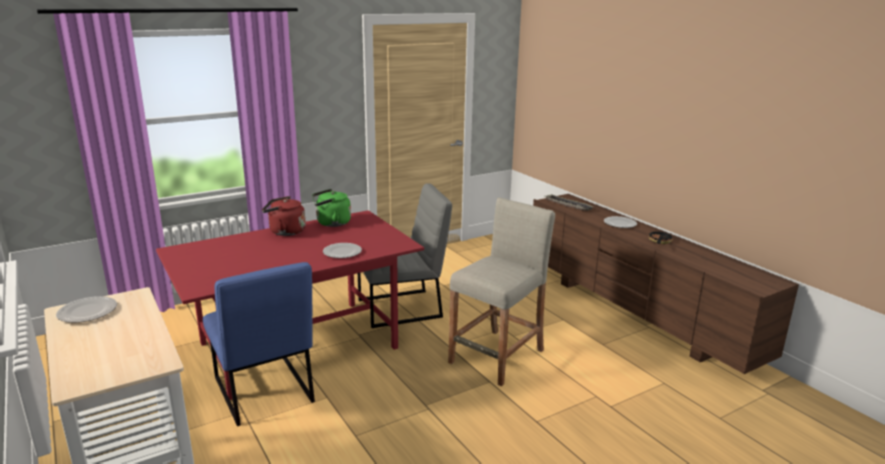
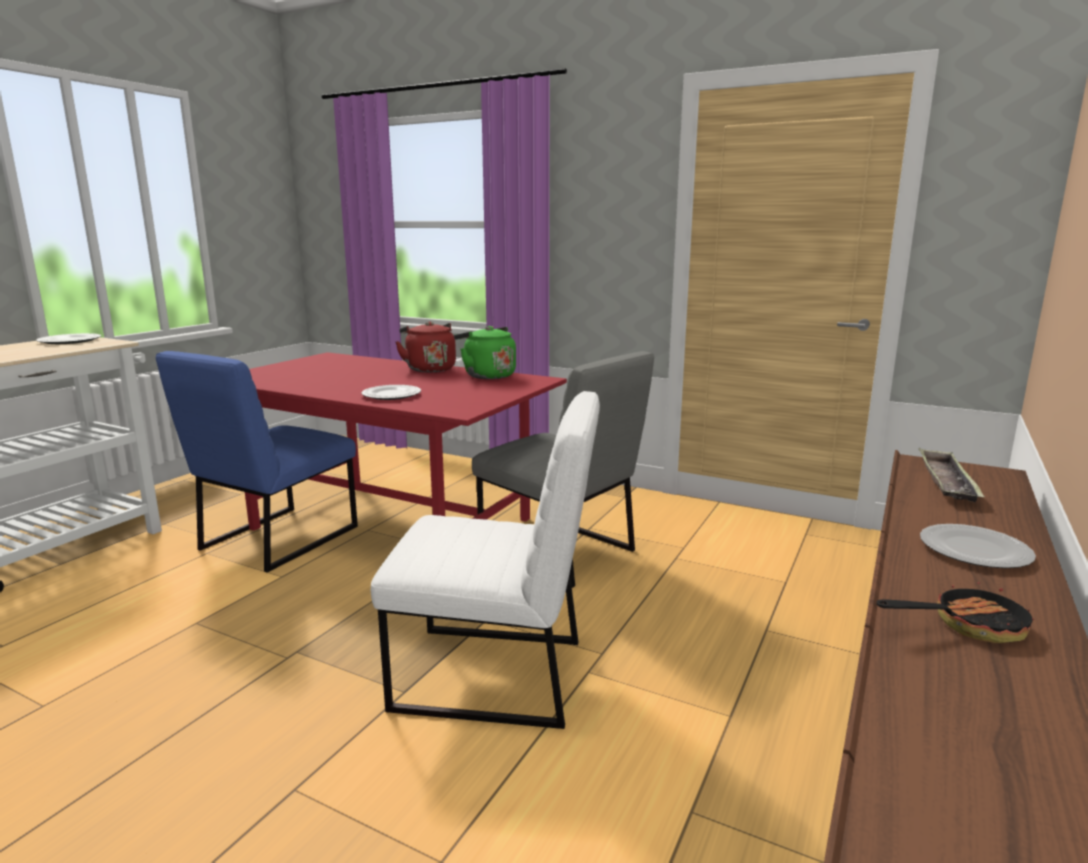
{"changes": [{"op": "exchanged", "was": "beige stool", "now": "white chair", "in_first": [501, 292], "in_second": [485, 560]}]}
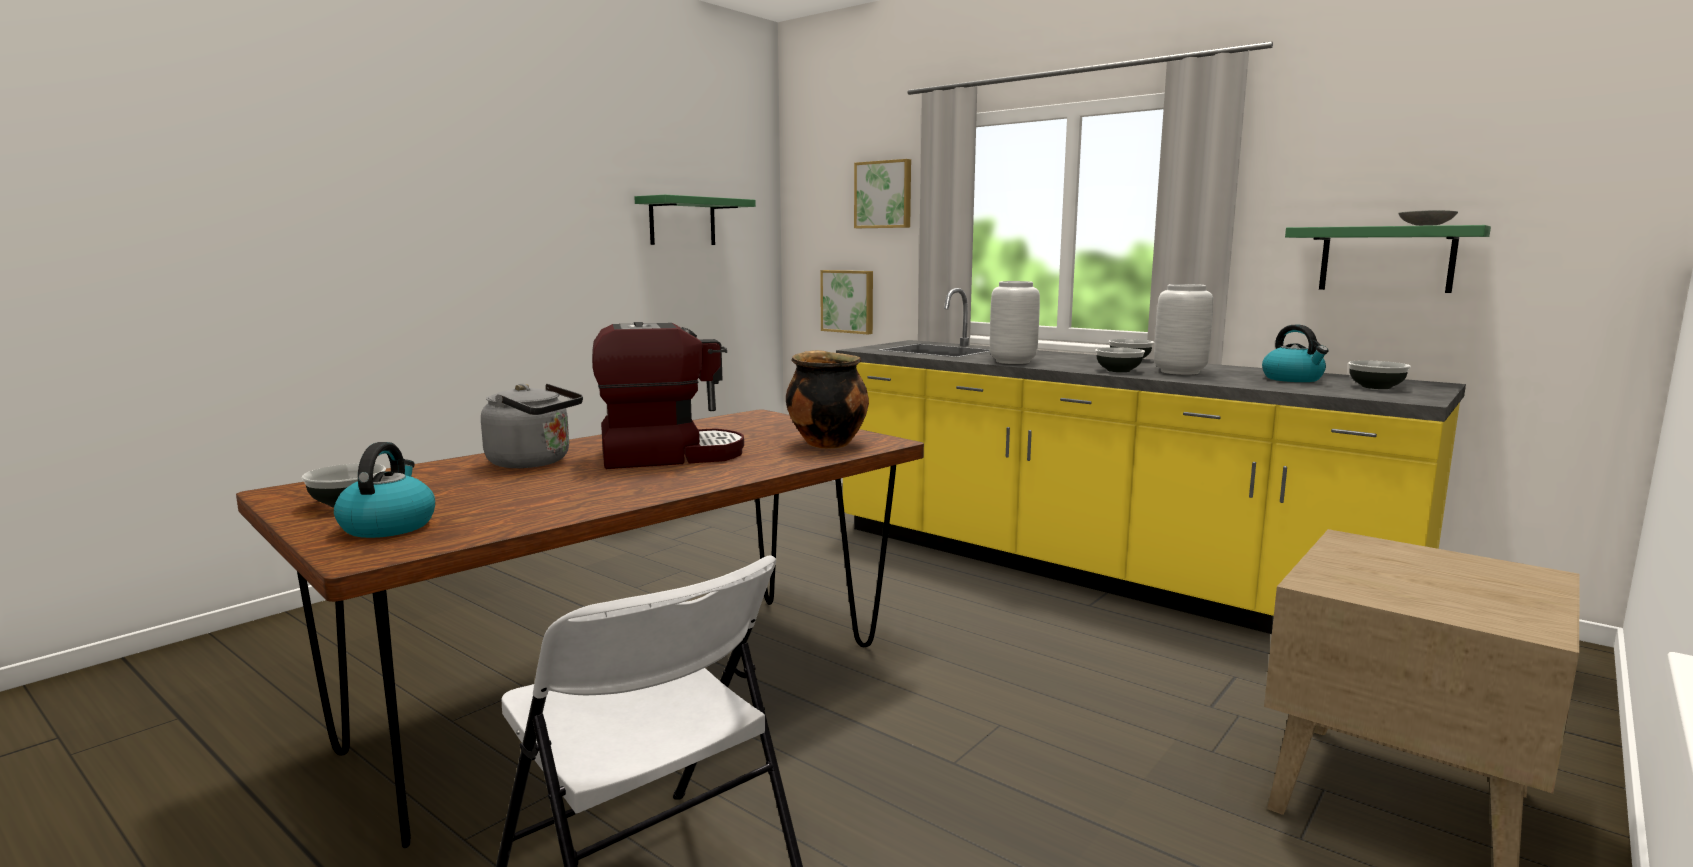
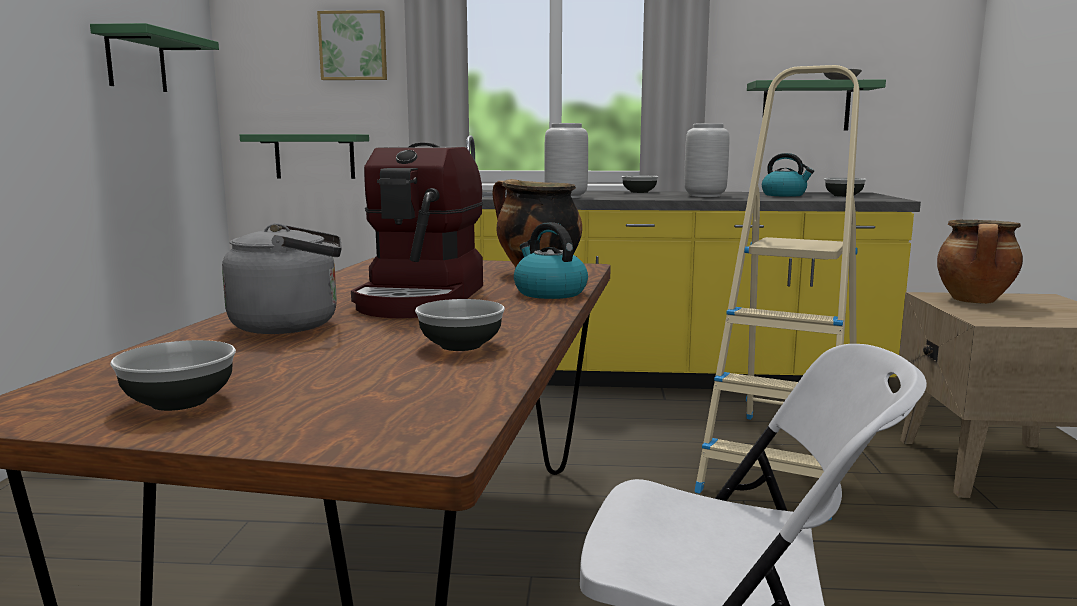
{"changes": [{"op": "exchanged", "was": "picture", "now": "green shelf", "in_first": [846, 302], "in_second": [304, 156]}, {"op": "spun", "was": "coffee machine", "in_first": [668, 395], "in_second": [417, 230], "clockwise": 150}, {"op": "relocated", "was": "bowl", "in_first": [1120, 359], "in_second": [460, 325]}, {"op": "relocated", "was": "kettle", "in_first": [384, 490], "in_second": [551, 260]}, {"op": "appeared", "now": "beige step ladder", "in_second": [777, 292]}, {"op": "appeared", "now": "cooking pot", "in_second": [980, 262]}]}
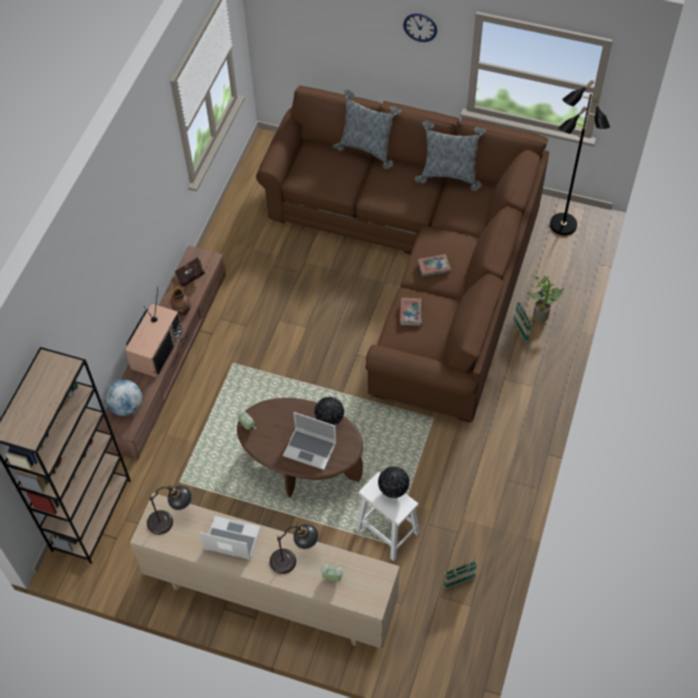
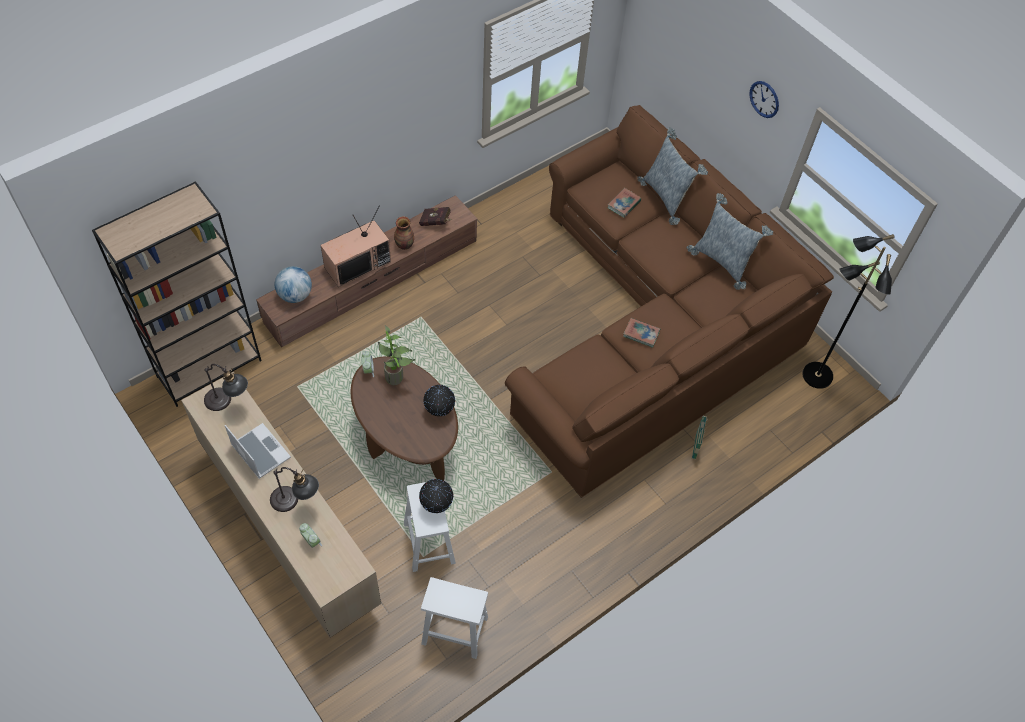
{"changes": [{"op": "relocated", "was": "potted plant", "in_first": [545, 298], "in_second": [397, 355]}, {"op": "relocated", "was": "book", "in_first": [411, 312], "in_second": [624, 203]}, {"op": "missing", "was": "laptop", "in_first": [309, 441]}, {"op": "exchanged", "was": "basket", "now": "white stool", "in_first": [460, 574], "in_second": [454, 618]}]}
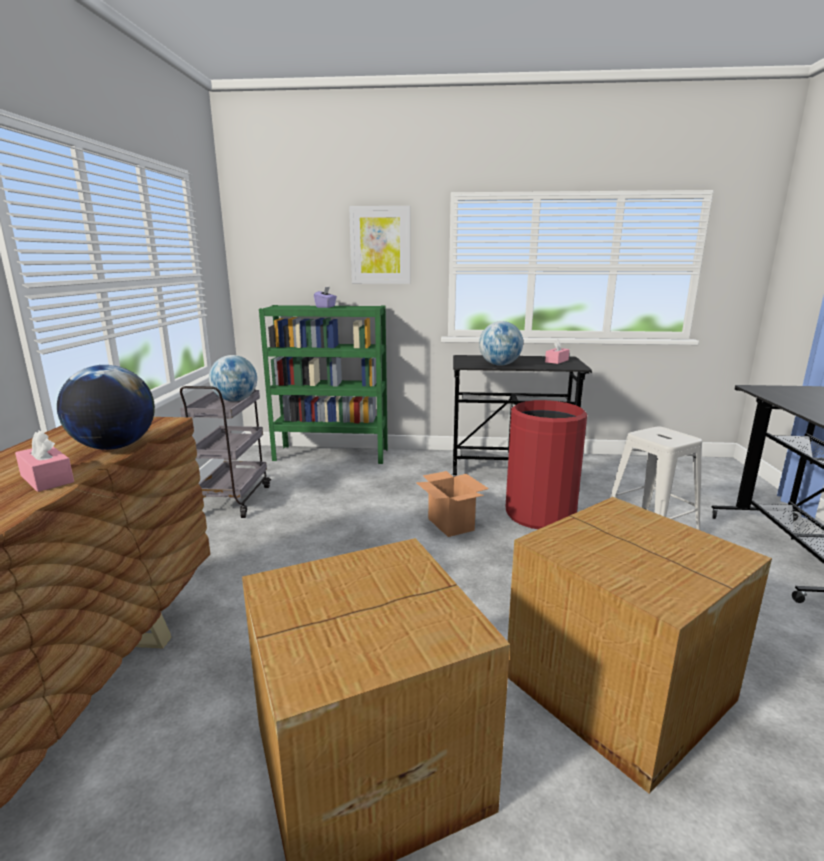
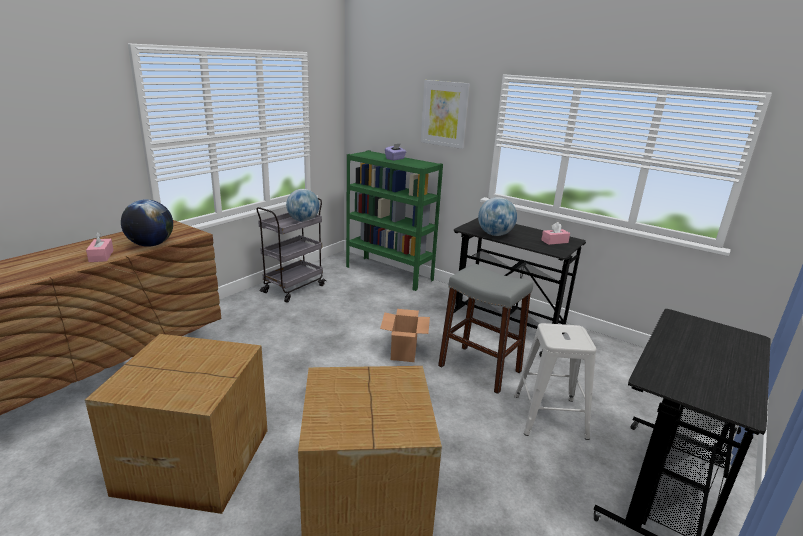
{"changes": [{"op": "exchanged", "was": "red trash can", "now": "grey stool", "in_first": [546, 464], "in_second": [485, 329]}]}
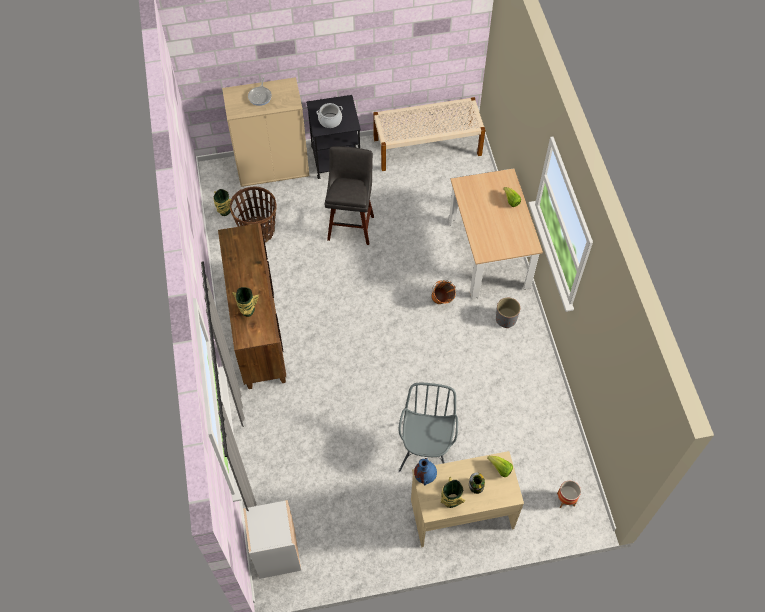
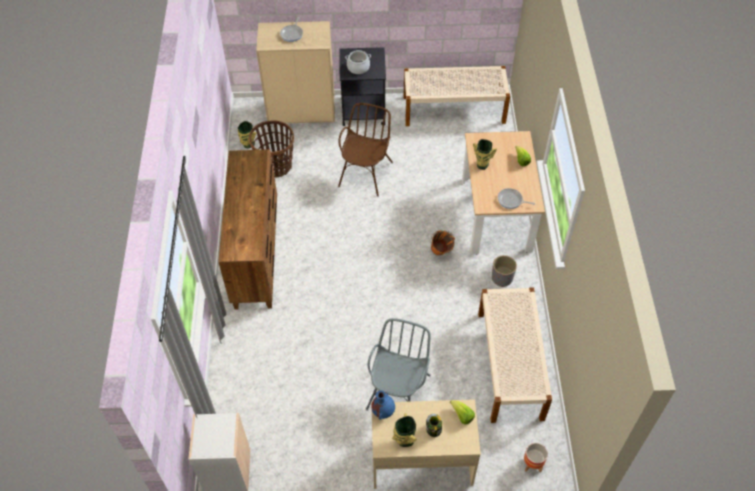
{"changes": [{"op": "exchanged", "was": "grey stool", "now": "brown chair", "in_first": [349, 195], "in_second": [365, 150]}, {"op": "relocated", "was": "vase", "in_first": [245, 302], "in_second": [485, 154]}, {"op": "appeared", "now": "frying pan", "in_second": [516, 198]}, {"op": "appeared", "now": "beige bench", "in_second": [515, 355]}]}
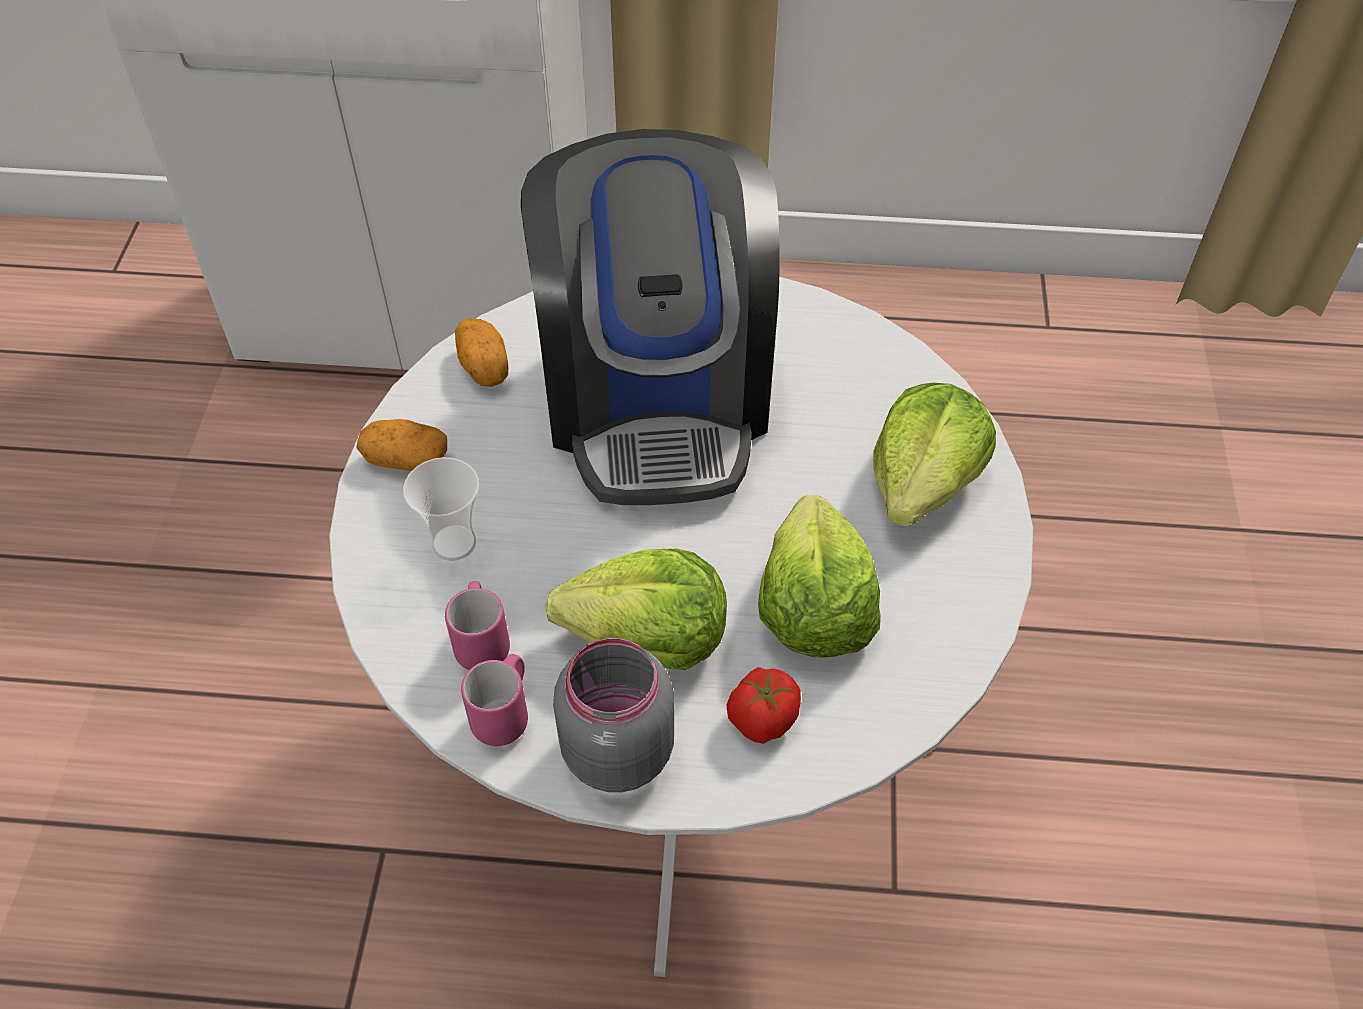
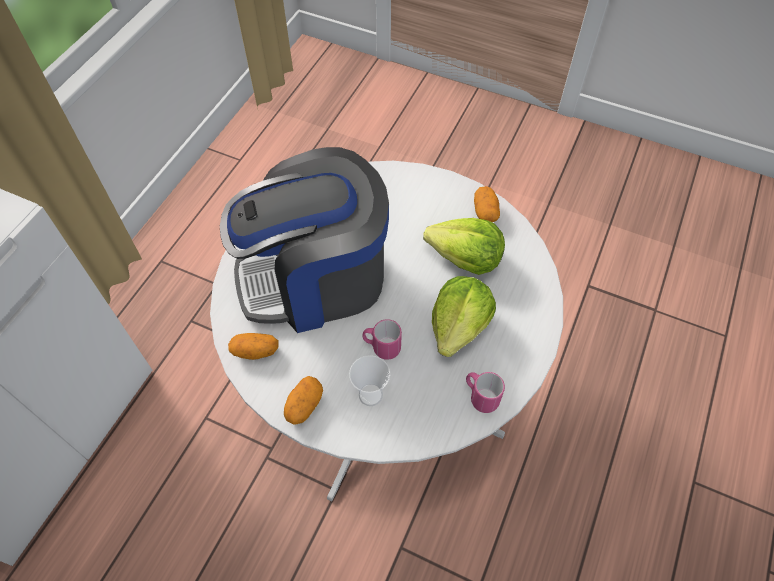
{"changes": [{"op": "spun", "was": "coffee machine", "in_first": [650, 317], "in_second": [304, 240], "clockwise": 150}, {"op": "missing", "was": "lettuce", "in_first": [934, 455]}, {"op": "relocated", "was": "pink mug", "in_first": [477, 625], "in_second": [382, 339]}, {"op": "missing", "was": "grey jar", "in_first": [613, 715]}, {"op": "missing", "was": "tomato", "in_first": [764, 705]}, {"op": "appeared", "now": "potato", "in_second": [487, 204]}]}
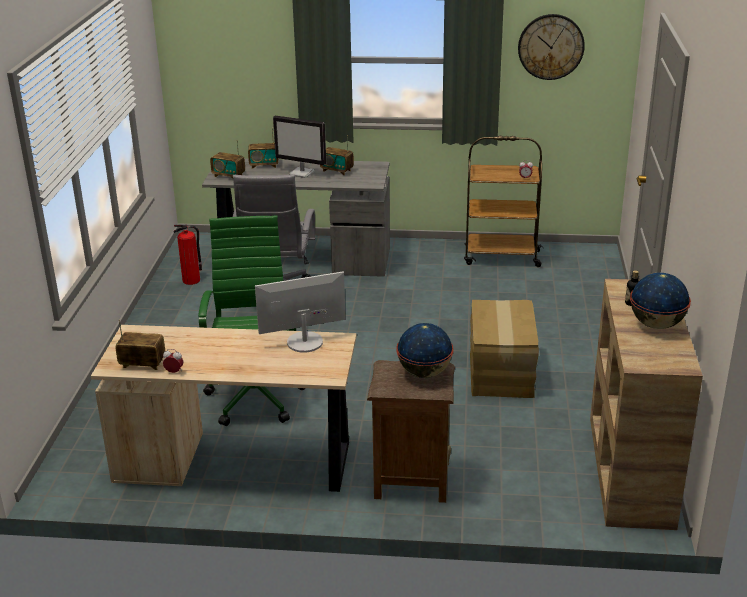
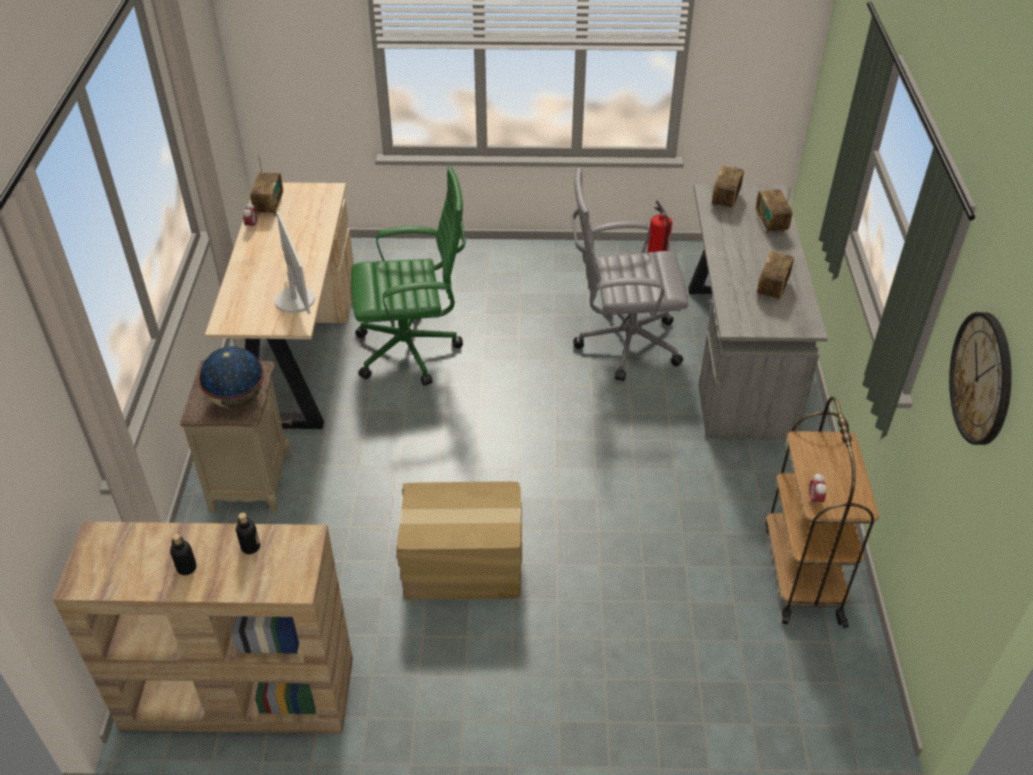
{"changes": [{"op": "missing", "was": "monitor", "in_first": [299, 147]}, {"op": "exchanged", "was": "globe", "now": "bottle", "in_first": [660, 301], "in_second": [183, 554]}]}
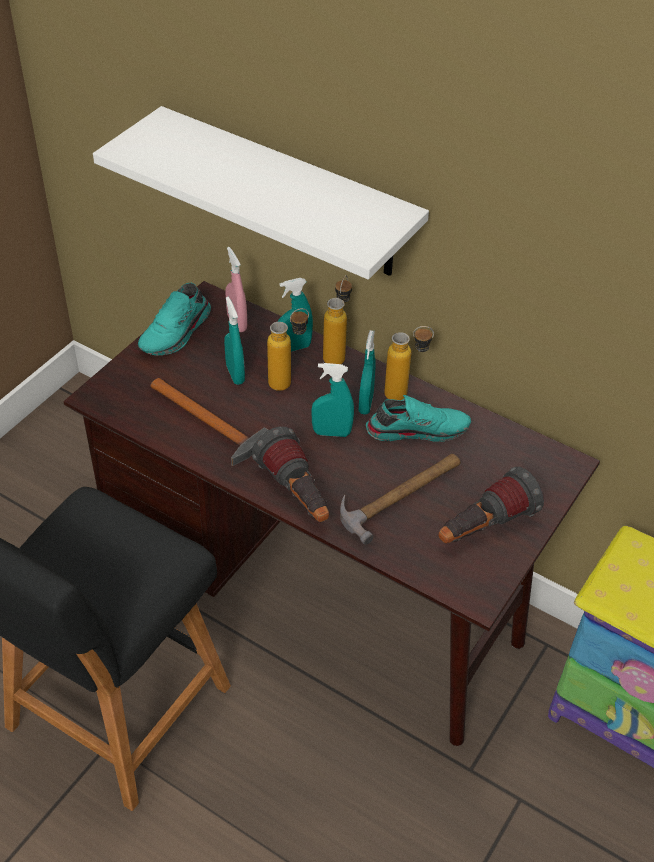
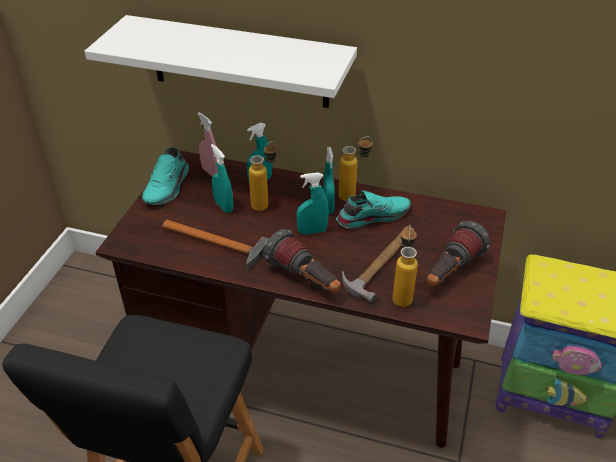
{"changes": [{"op": "relocated", "was": "bottle", "in_first": [337, 319], "in_second": [405, 266]}]}
